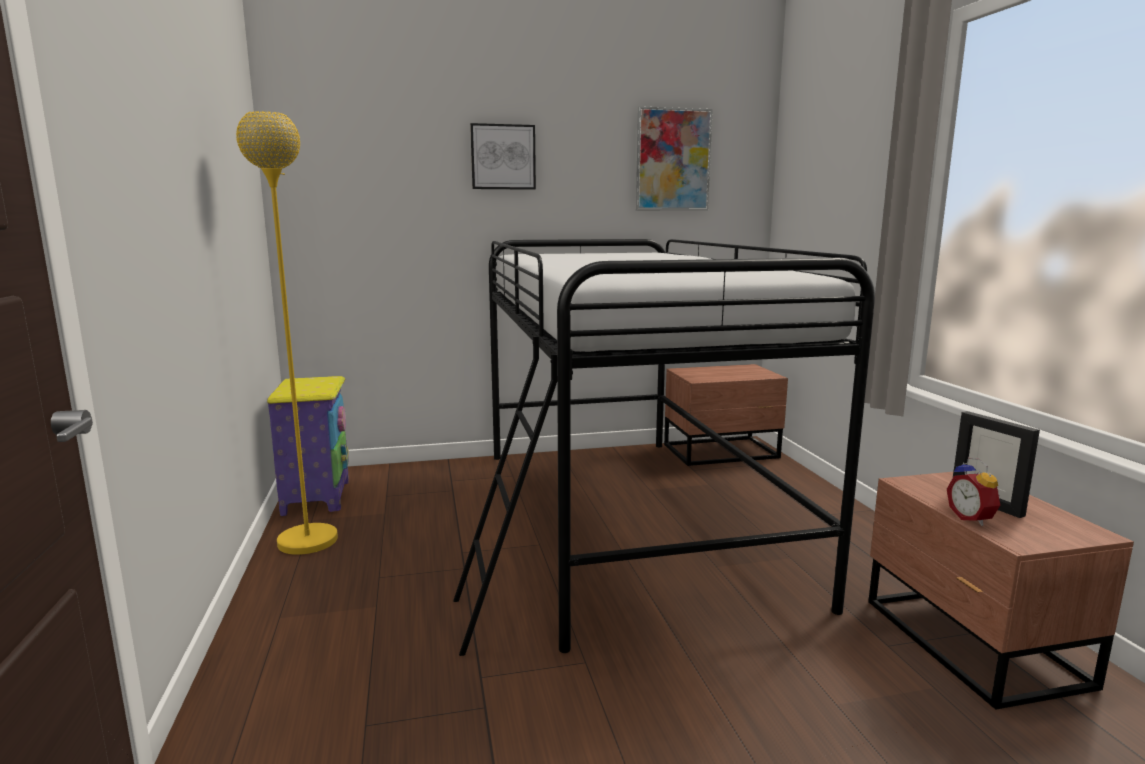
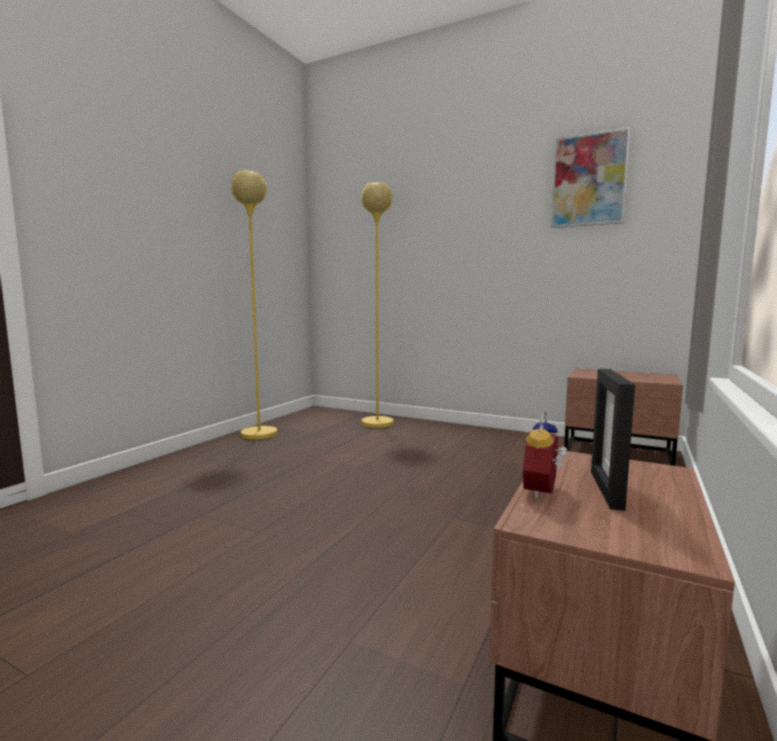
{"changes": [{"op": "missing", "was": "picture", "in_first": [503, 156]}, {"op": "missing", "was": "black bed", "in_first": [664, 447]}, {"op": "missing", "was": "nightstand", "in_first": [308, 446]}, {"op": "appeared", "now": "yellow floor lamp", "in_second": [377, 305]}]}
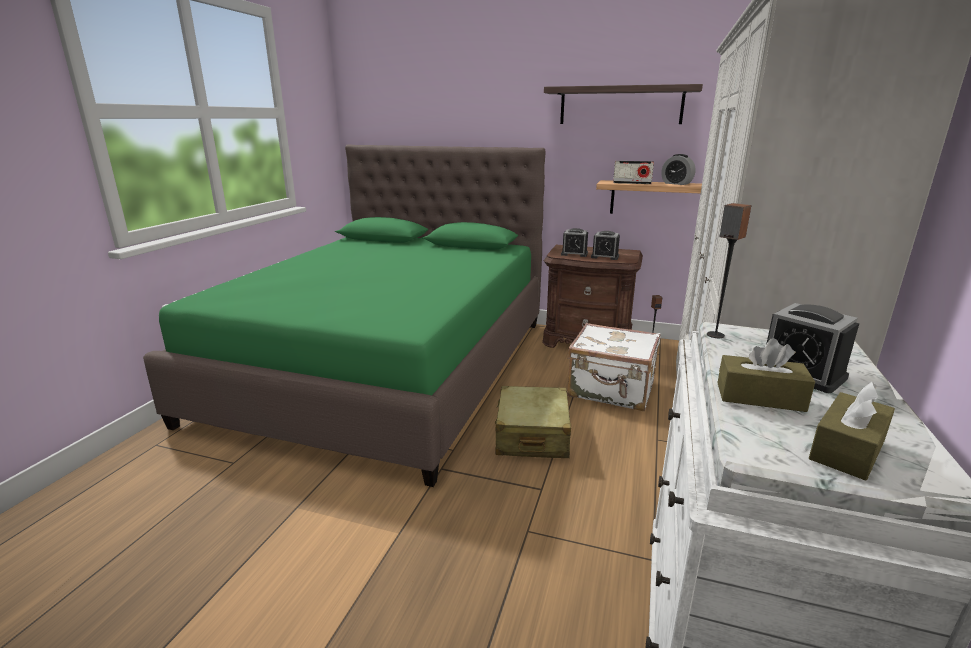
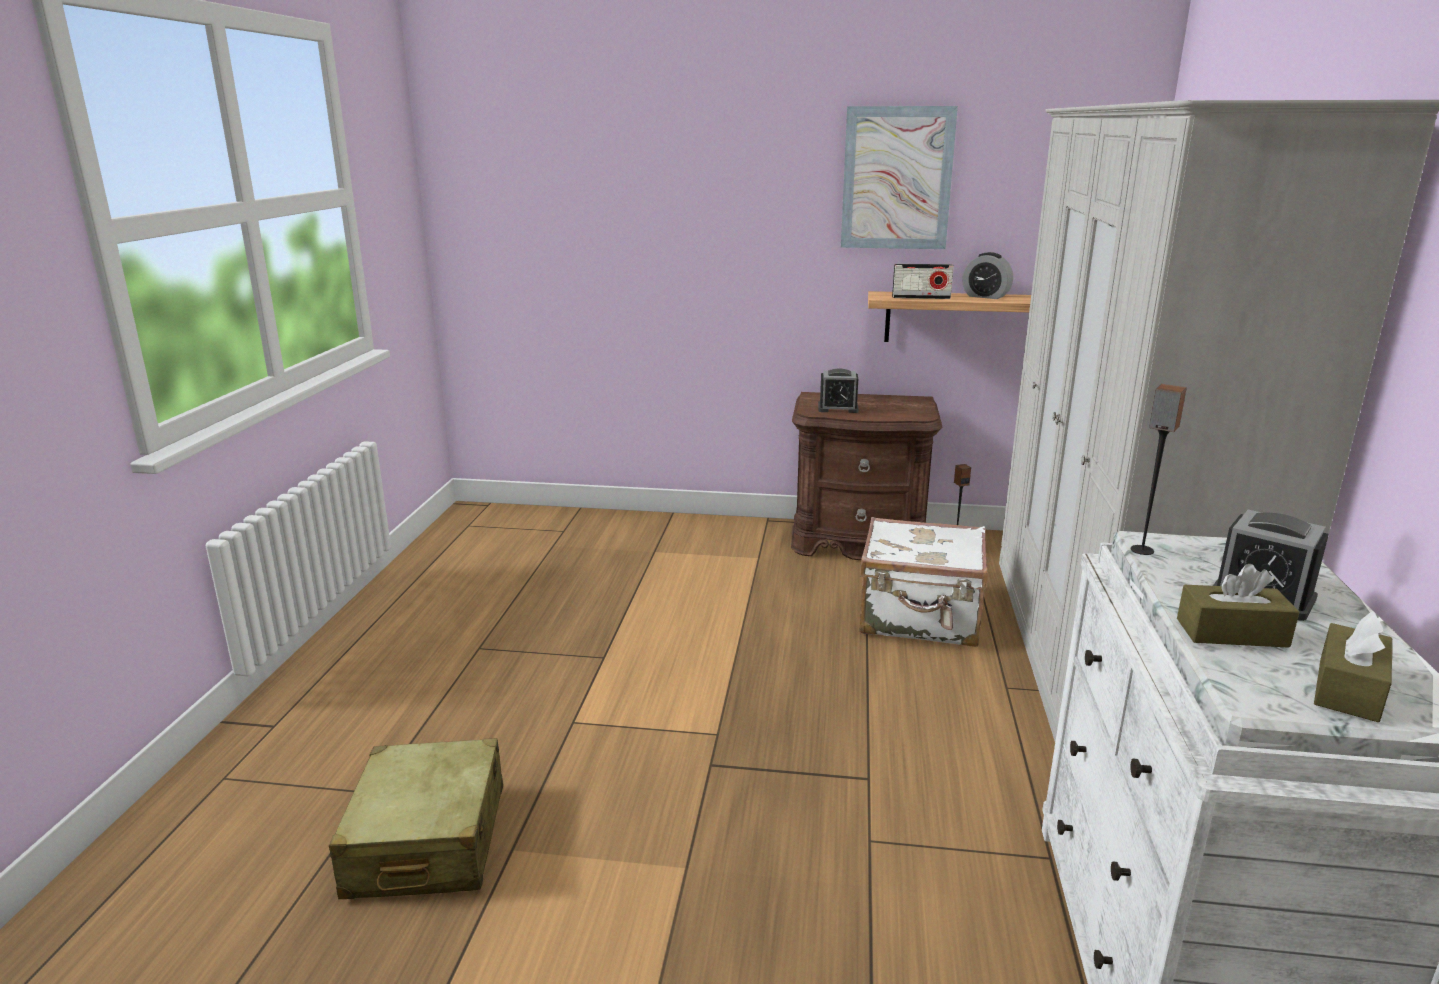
{"changes": [{"op": "exchanged", "was": "shelf", "now": "picture", "in_first": [623, 104], "in_second": [899, 177]}, {"op": "missing", "was": "green bed", "in_first": [344, 316]}, {"op": "missing", "was": "alarm clock", "in_first": [605, 245]}, {"op": "relocated", "was": "beige suitcase", "in_first": [533, 422], "in_second": [416, 818]}]}
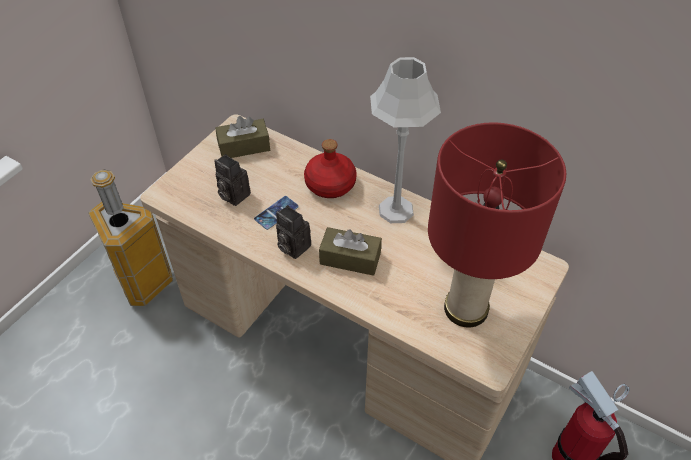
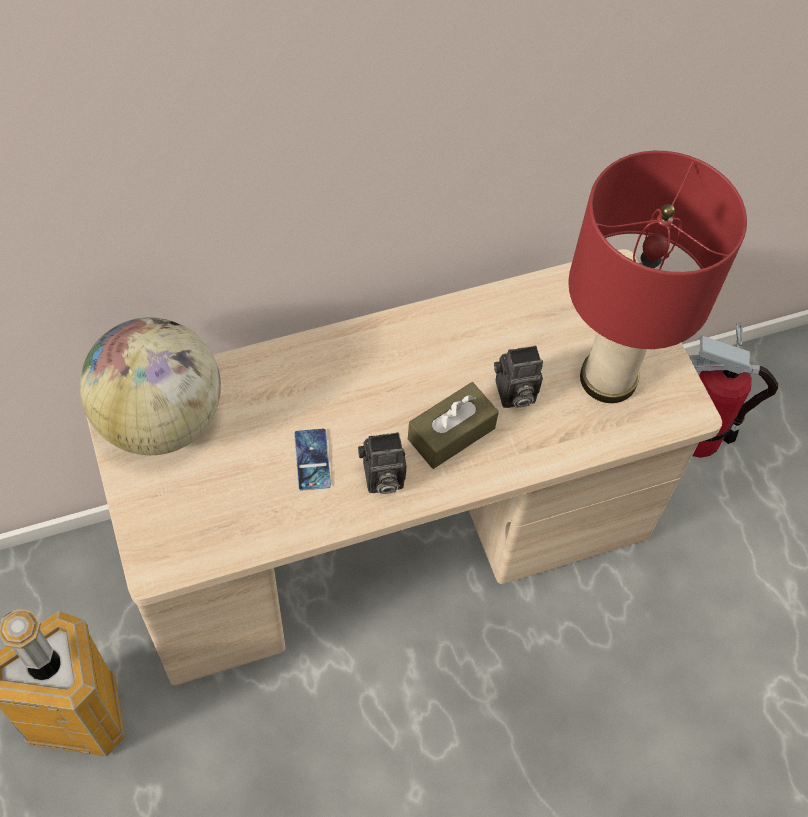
{"changes": [{"op": "missing", "was": "grey table lamp", "in_first": [405, 140]}, {"op": "exchanged", "was": "brown tissue box", "now": "globe", "in_first": [242, 137], "in_second": [150, 386]}, {"op": "missing", "was": "red bottle", "in_first": [330, 168]}, {"op": "relocated", "was": "photo camera", "in_first": [232, 180], "in_second": [518, 377]}]}
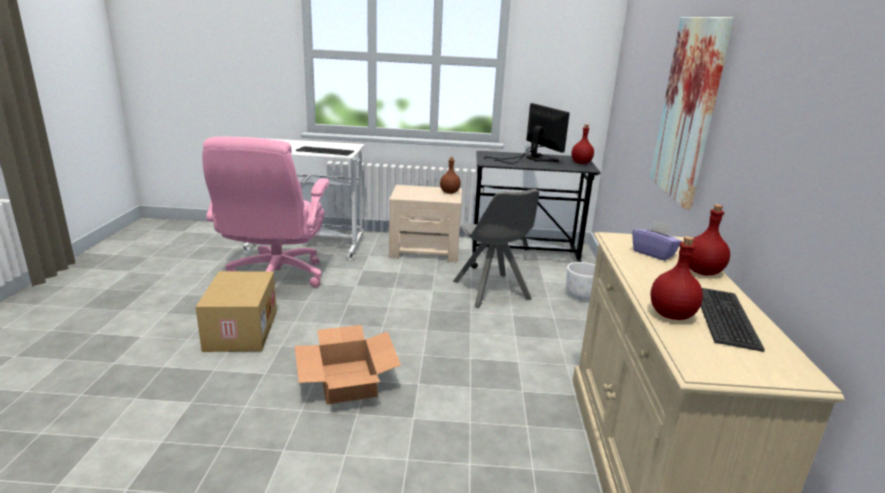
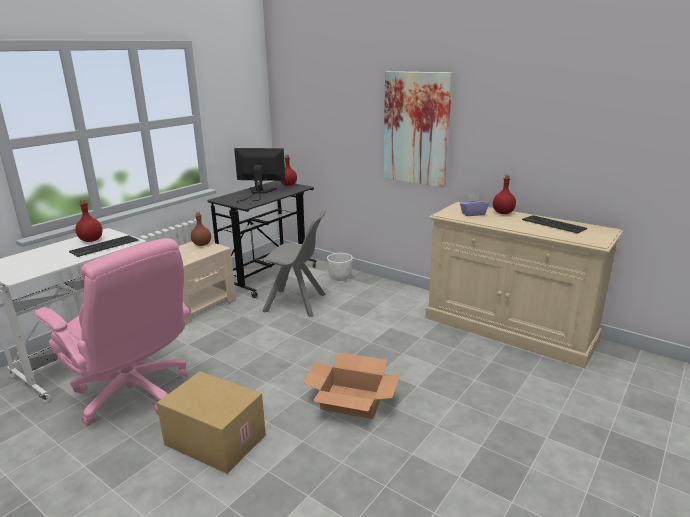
{"changes": [{"op": "relocated", "was": "red bottle", "in_first": [676, 278], "in_second": [89, 220]}]}
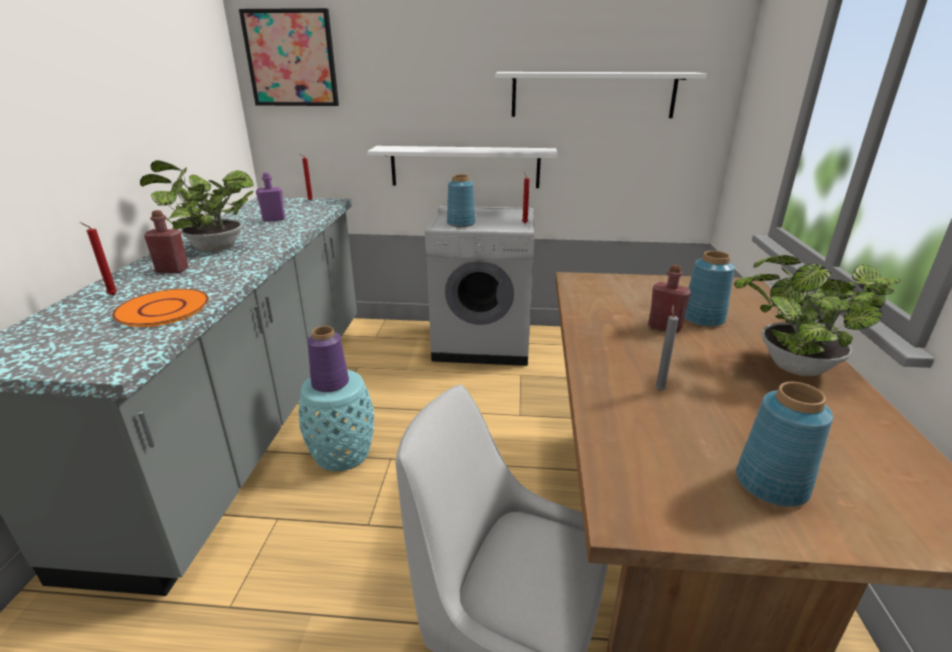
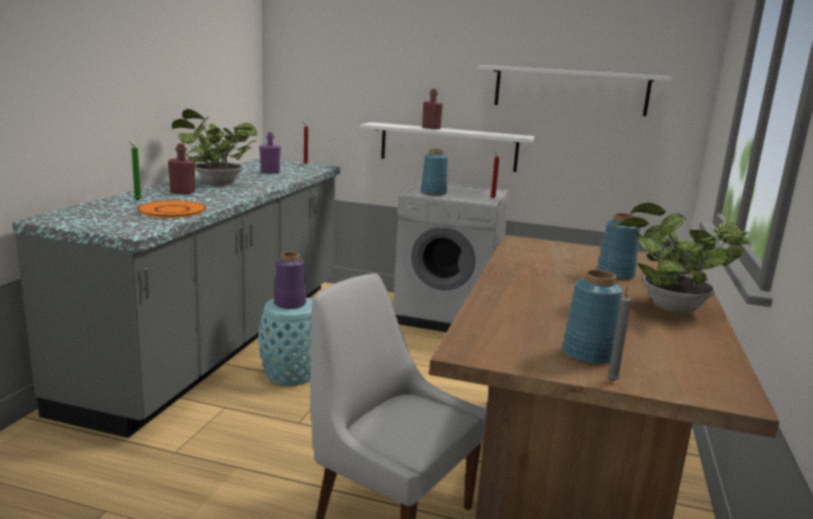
{"changes": [{"op": "missing", "was": "picture", "in_first": [289, 57]}, {"op": "colour", "was": "red candle", "now": "green candle", "in_first": [99, 258], "in_second": [134, 170]}, {"op": "relocated", "was": "red bottle", "in_first": [669, 298], "in_second": [432, 109]}, {"op": "relocated", "was": "grey candle", "in_first": [667, 348], "in_second": [619, 333]}]}
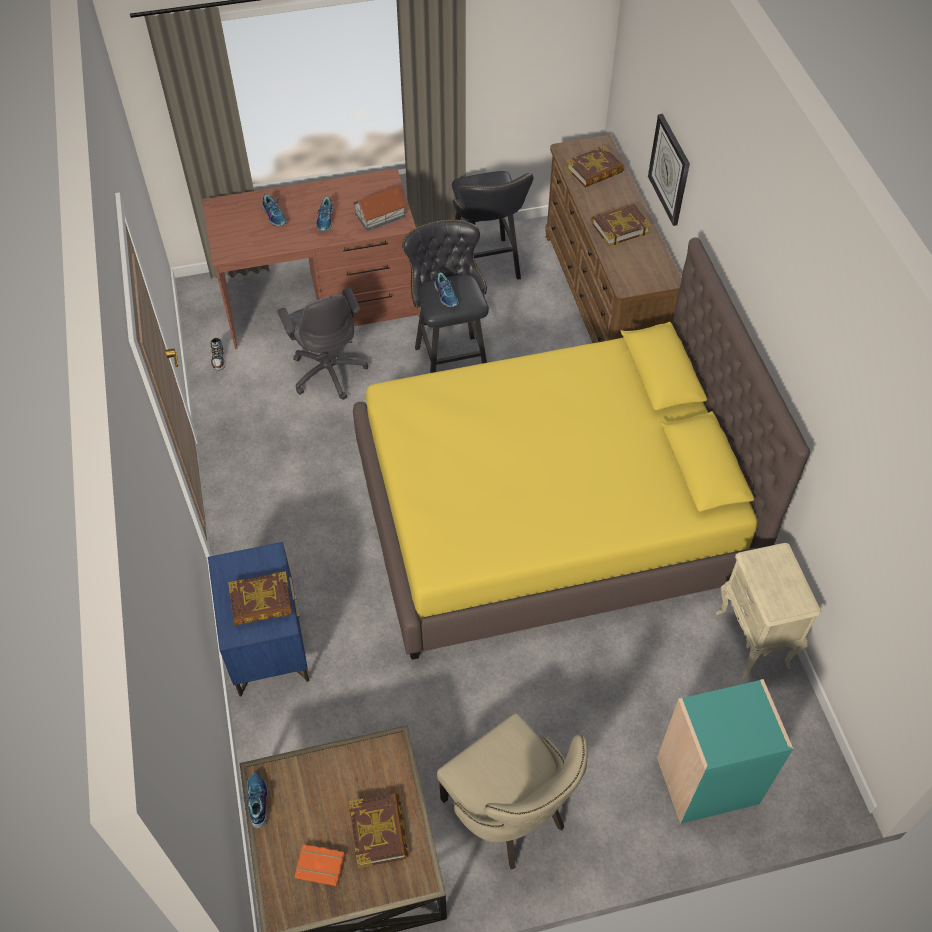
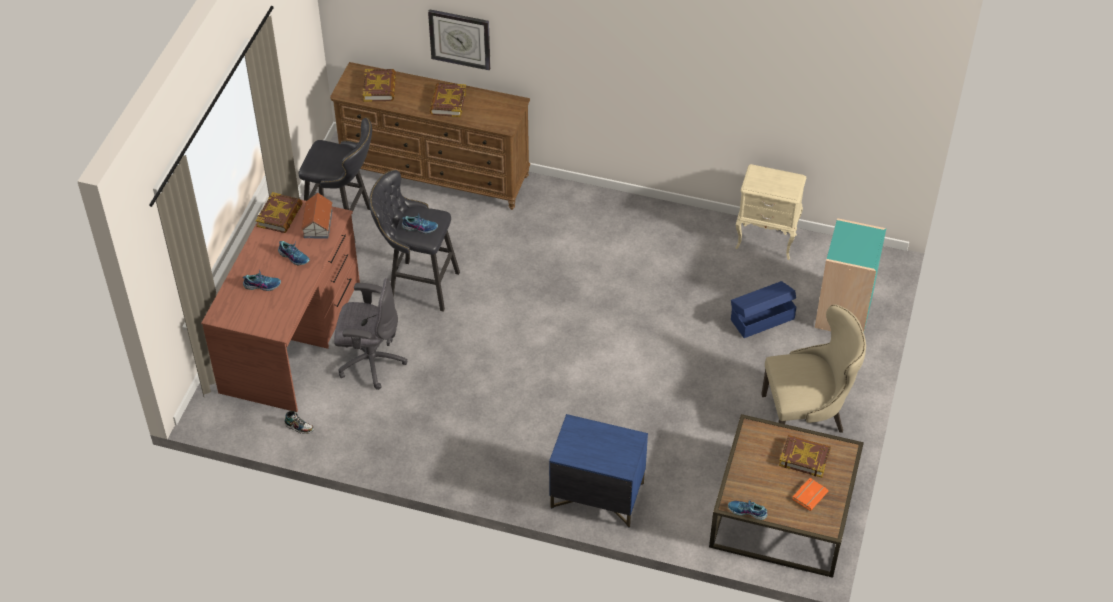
{"changes": [{"op": "missing", "was": "yellow bed", "in_first": [581, 448]}, {"op": "relocated", "was": "book", "in_first": [260, 598], "in_second": [279, 212]}, {"op": "appeared", "now": "blue storage box", "in_second": [764, 309]}]}
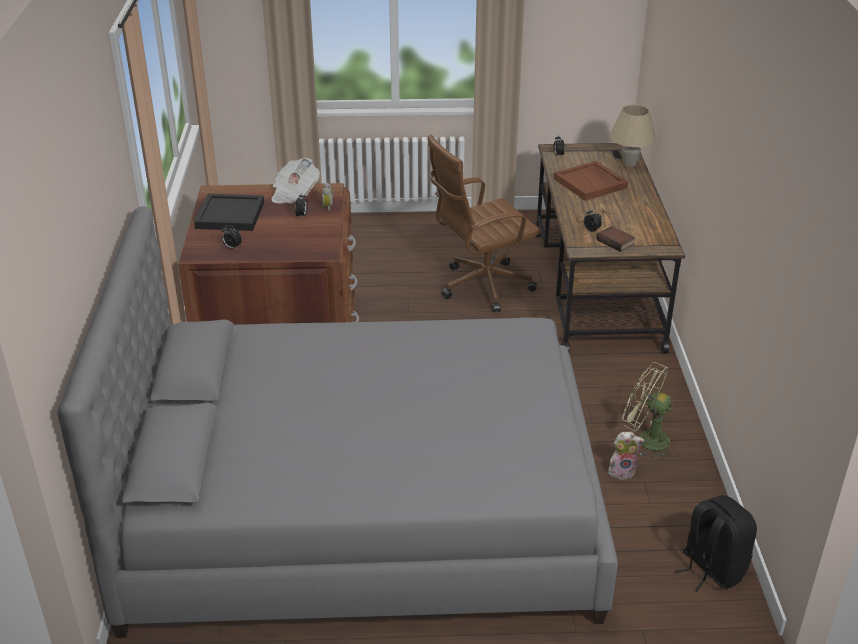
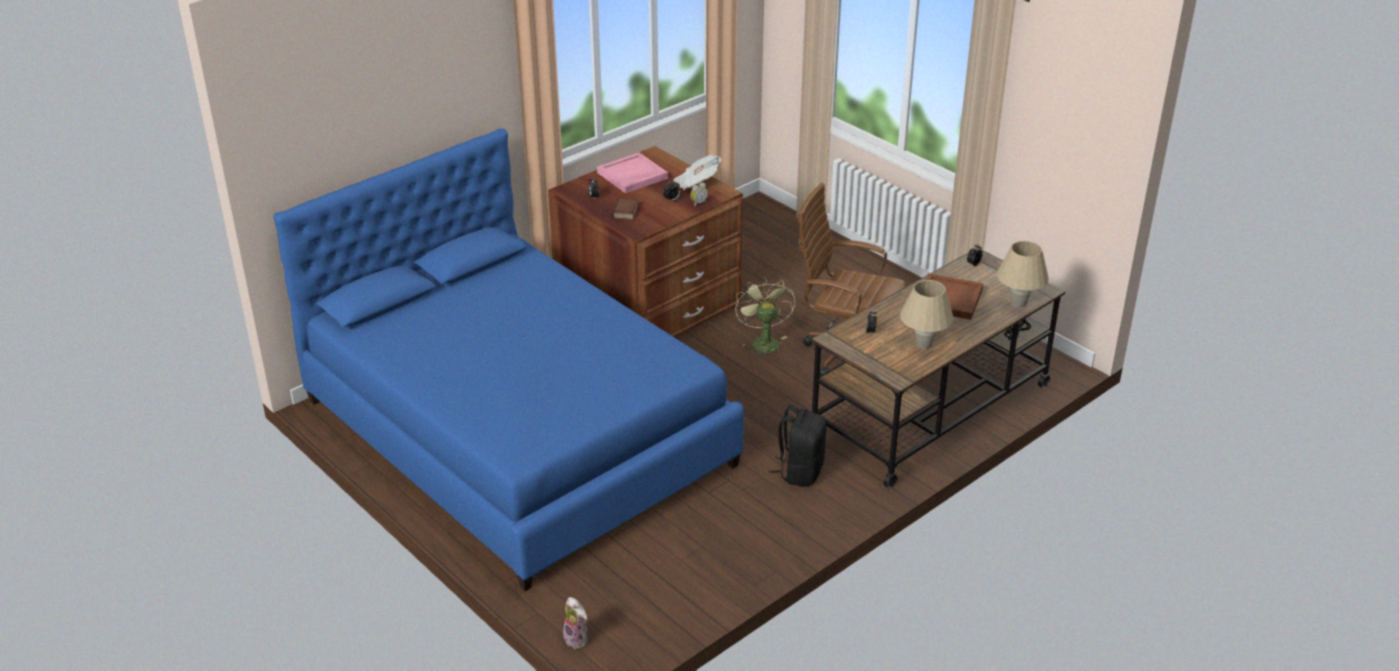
{"changes": [{"op": "colour", "was": "black tray", "now": "pink tray", "in_first": [229, 212], "in_second": [632, 173]}, {"op": "colour", "was": "grey bed", "now": "blue bed", "in_first": [337, 422], "in_second": [508, 359]}, {"op": "relocated", "was": "book", "in_first": [616, 239], "in_second": [625, 209]}, {"op": "relocated", "was": "green fan", "in_first": [649, 410], "in_second": [765, 317]}, {"op": "relocated", "was": "plush toy", "in_first": [626, 456], "in_second": [575, 623]}, {"op": "relocated", "was": "black backpack", "in_first": [716, 543], "in_second": [798, 446]}, {"op": "appeared", "now": "beige table lamp", "in_second": [927, 314]}]}
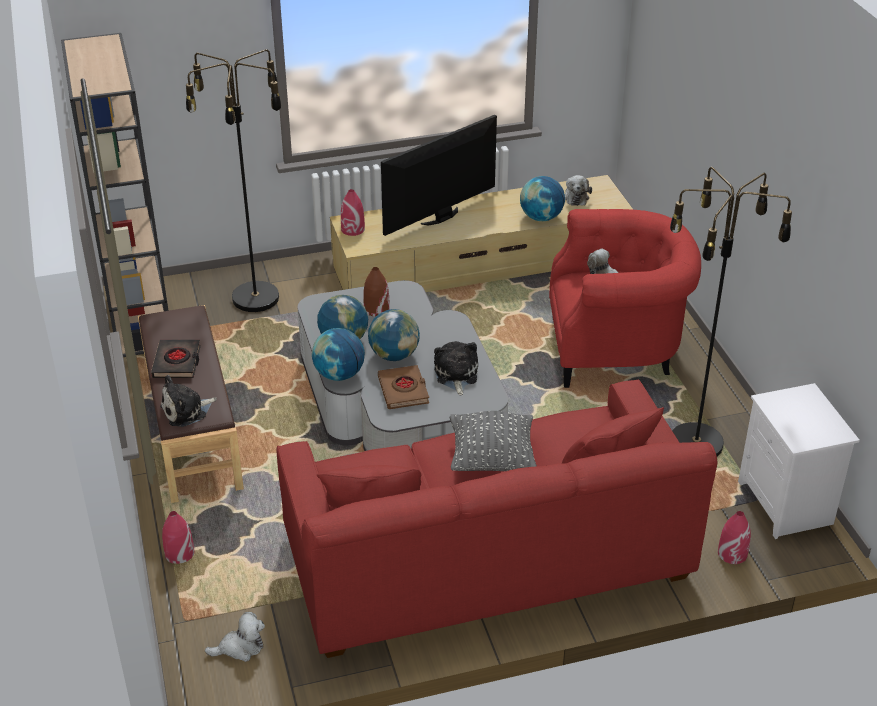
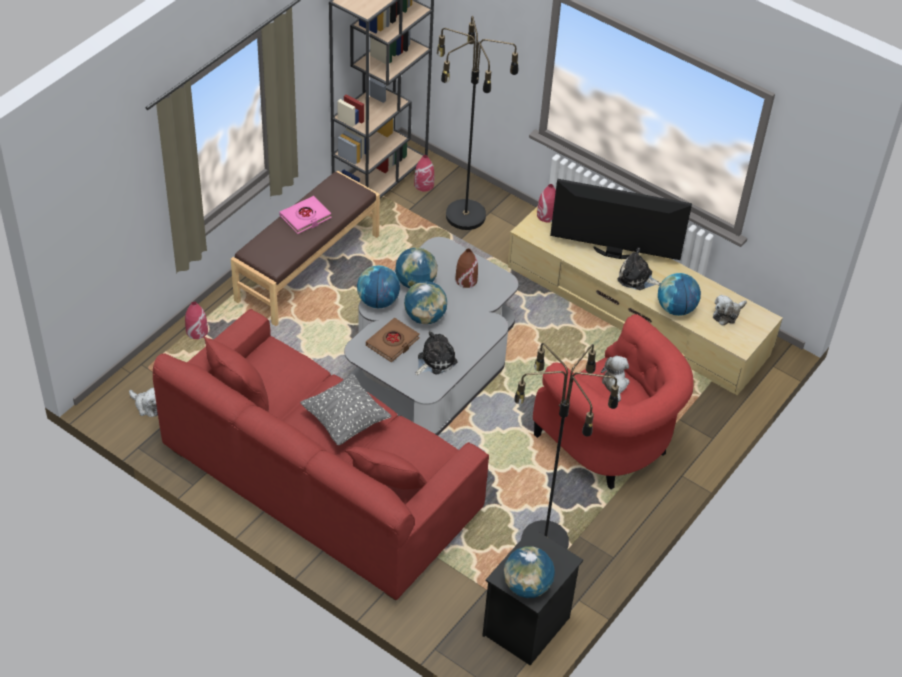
{"changes": [{"op": "colour", "was": "black book", "now": "pink book", "in_first": [176, 359], "in_second": [305, 215]}, {"op": "relocated", "was": "plush toy", "in_first": [188, 401], "in_second": [639, 269]}, {"op": "colour", "was": "white nightstand", "now": "black nightstand", "in_first": [799, 461], "in_second": [532, 597]}, {"op": "relocated", "was": "red vase", "in_first": [734, 537], "in_second": [424, 173]}, {"op": "appeared", "now": "globe", "in_second": [529, 572]}]}
